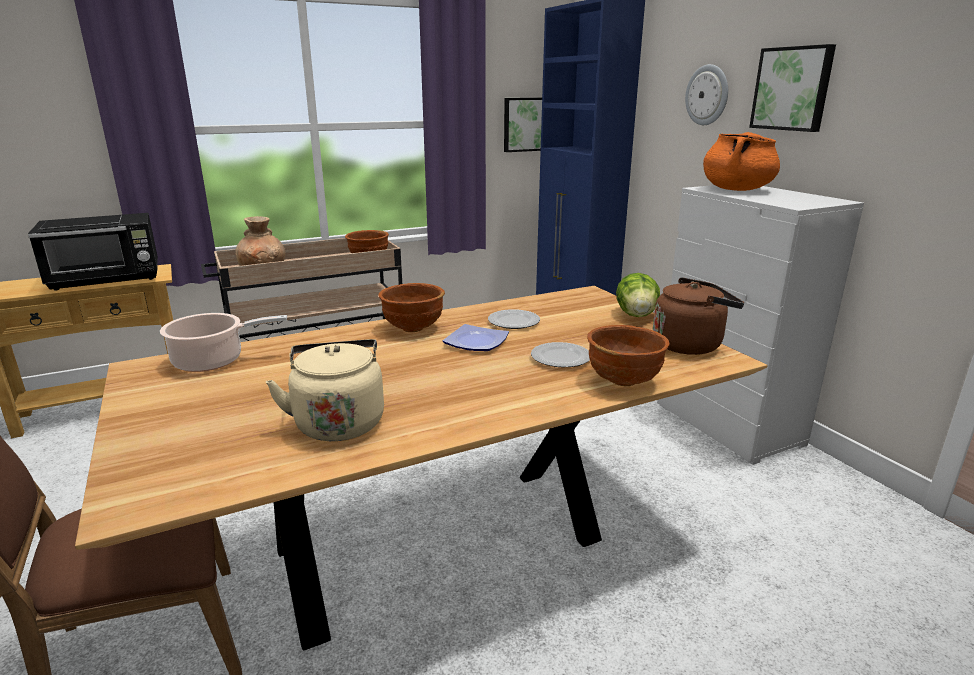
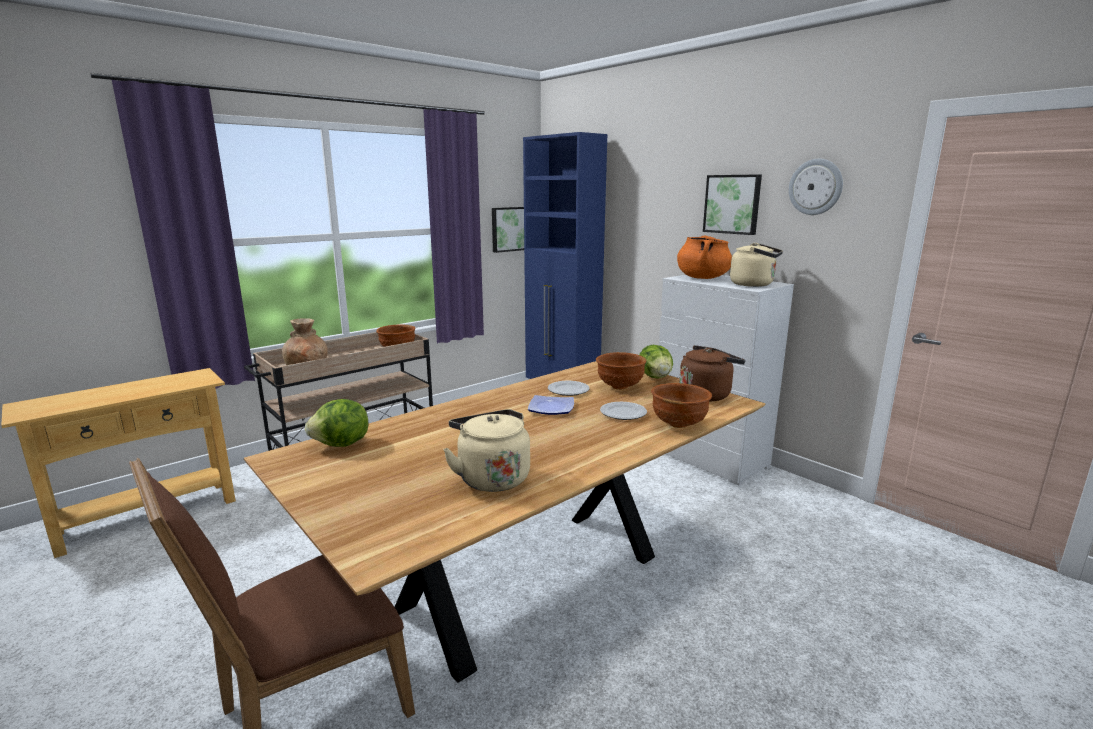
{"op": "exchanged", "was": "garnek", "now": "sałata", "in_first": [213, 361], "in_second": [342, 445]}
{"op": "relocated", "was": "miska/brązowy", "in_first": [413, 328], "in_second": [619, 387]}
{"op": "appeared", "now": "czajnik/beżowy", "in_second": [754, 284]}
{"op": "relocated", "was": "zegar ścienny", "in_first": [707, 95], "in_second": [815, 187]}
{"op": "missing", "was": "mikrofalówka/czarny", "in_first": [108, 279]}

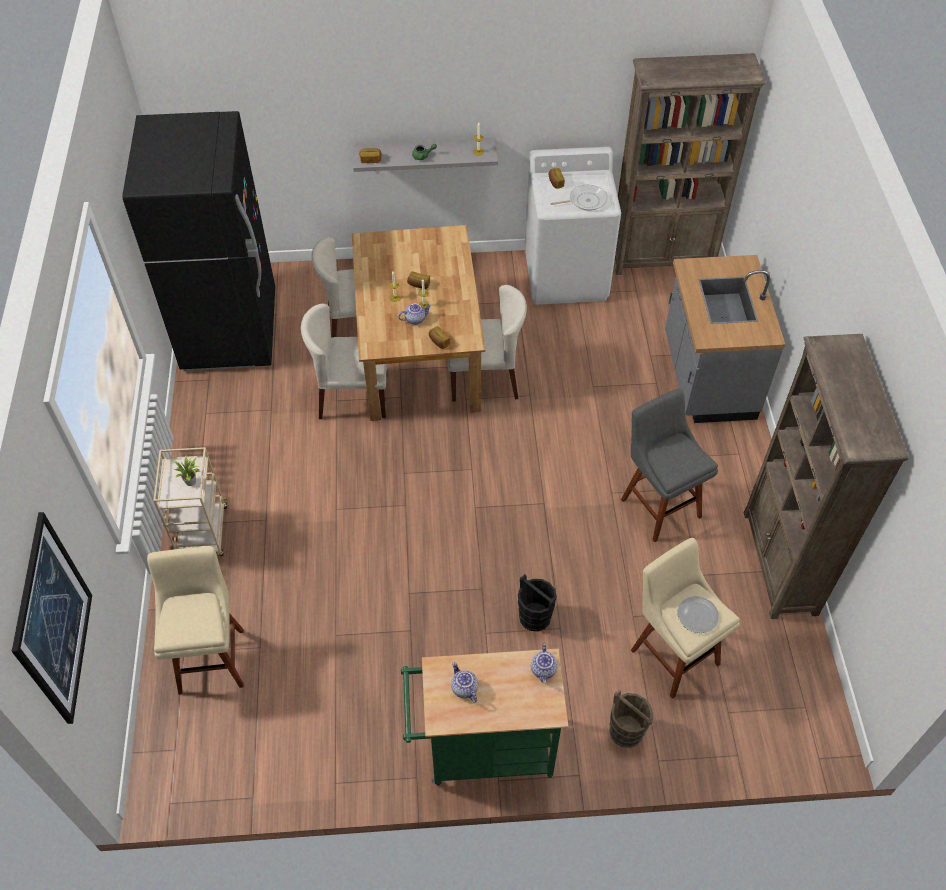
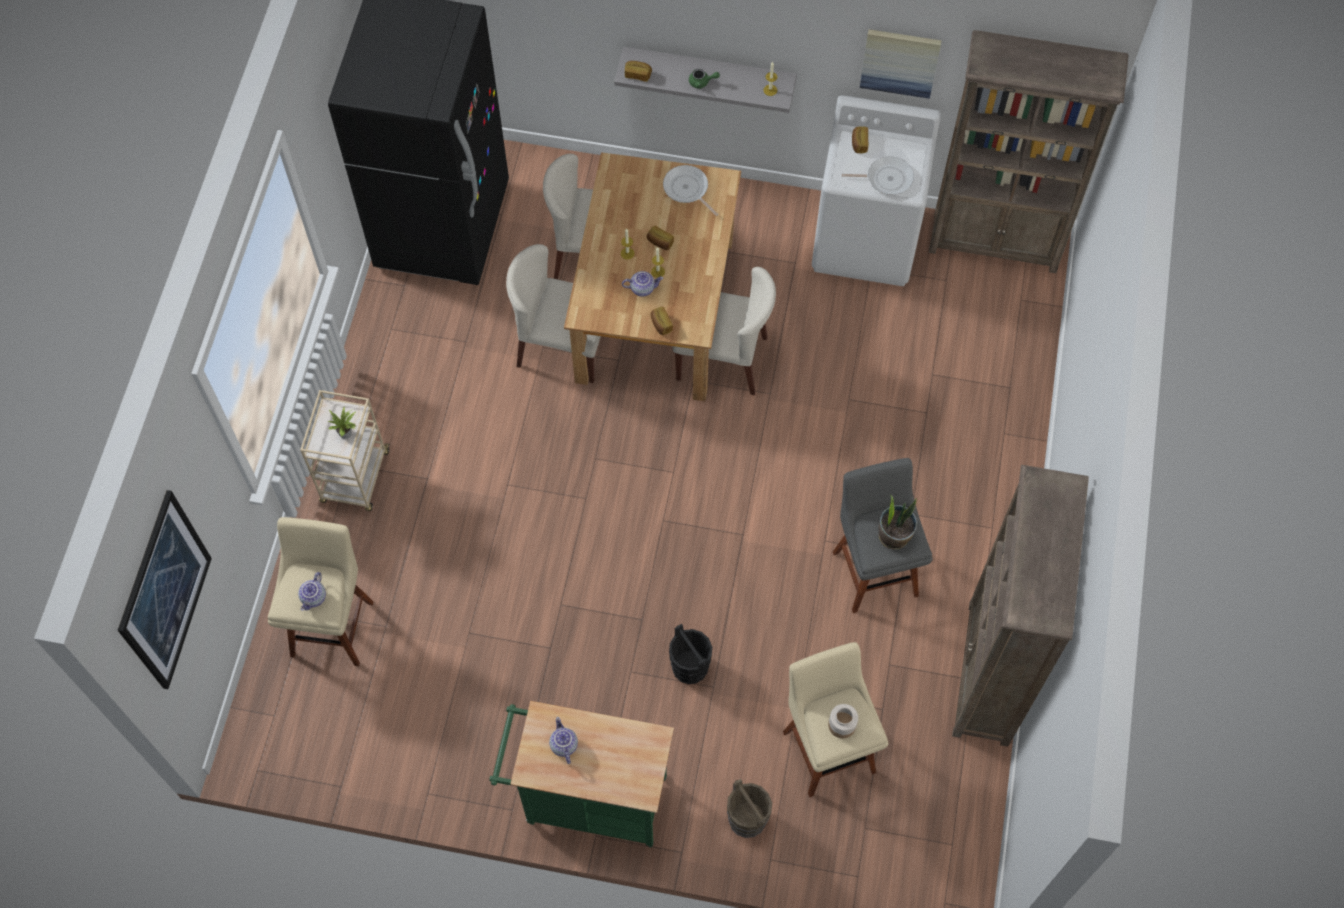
{"op": "relocated", "was": "imbryk", "in_first": [544, 670], "in_second": [314, 598]}
{"op": "appeared", "now": "patelnia", "in_second": [687, 189]}
{"op": "exchanged", "was": "talerz", "now": "słoik", "in_first": [697, 615], "in_second": [842, 724]}
{"op": "appeared", "now": "obraz", "in_second": [900, 62]}
{"op": "appeared", "now": "roślina doniczkowa", "in_second": [894, 535]}
{"op": "missing", "was": "zabudowa kuchenna/szary", "in_first": [706, 377]}

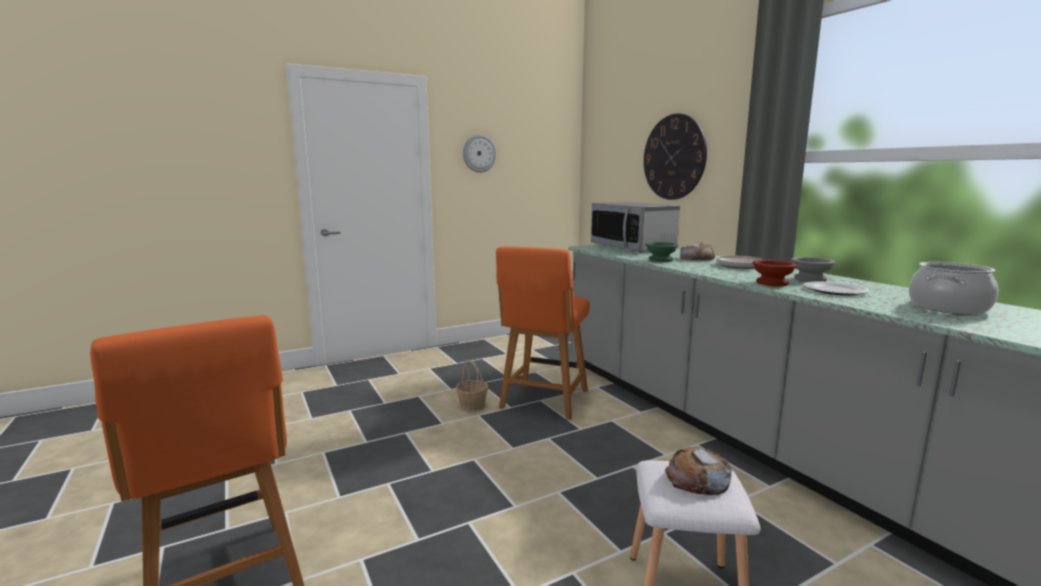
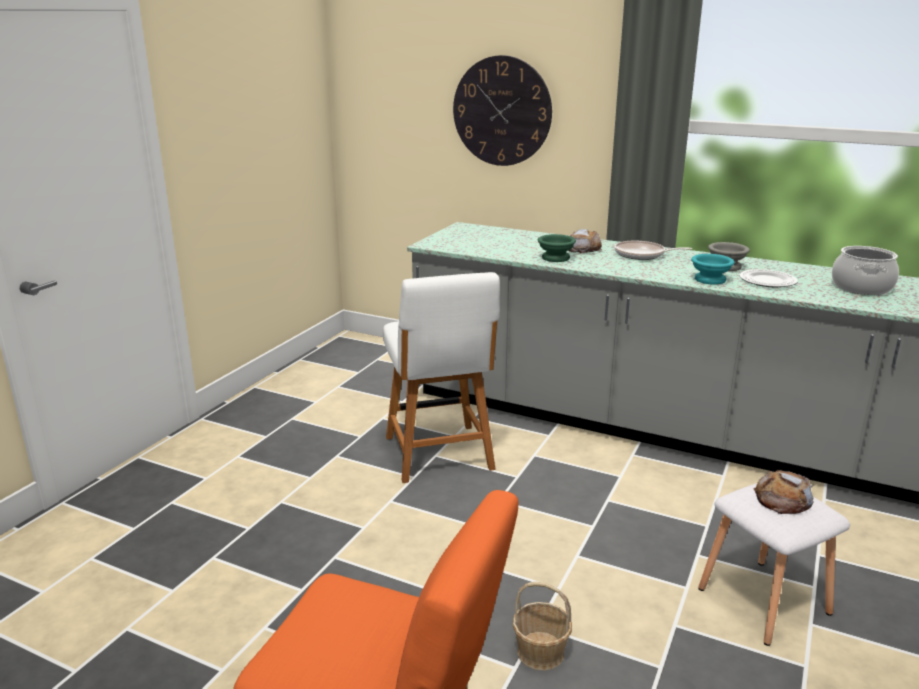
{"op": "colour", "was": "krzesło/pomarańczowy", "now": "krzesło/biały", "in_first": [543, 401], "in_second": [439, 455]}
{"op": "relocated", "was": "koszyk", "in_first": [472, 406], "in_second": [541, 652]}
{"op": "colour", "was": "miska/brązowy", "now": "miska/turkusowy", "in_first": [772, 283], "in_second": [710, 280]}
{"op": "missing", "was": "zegar ścienny", "in_first": [479, 153]}
{"op": "missing", "was": "mikrofalówka", "in_first": [632, 248]}

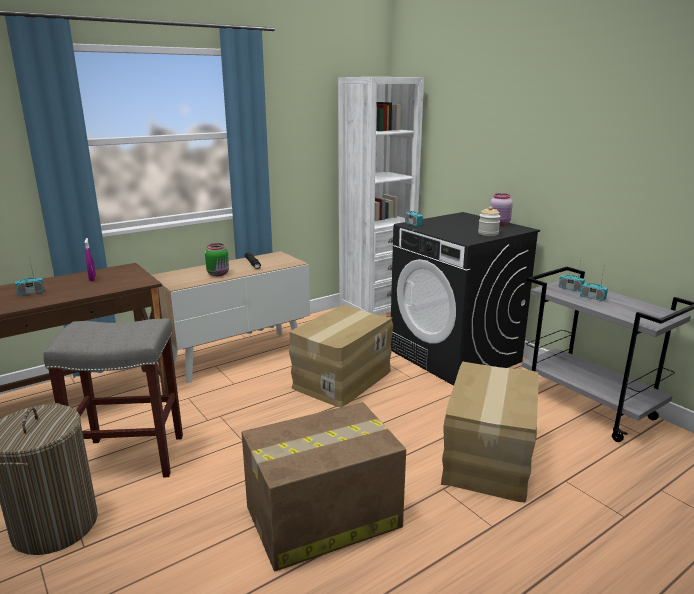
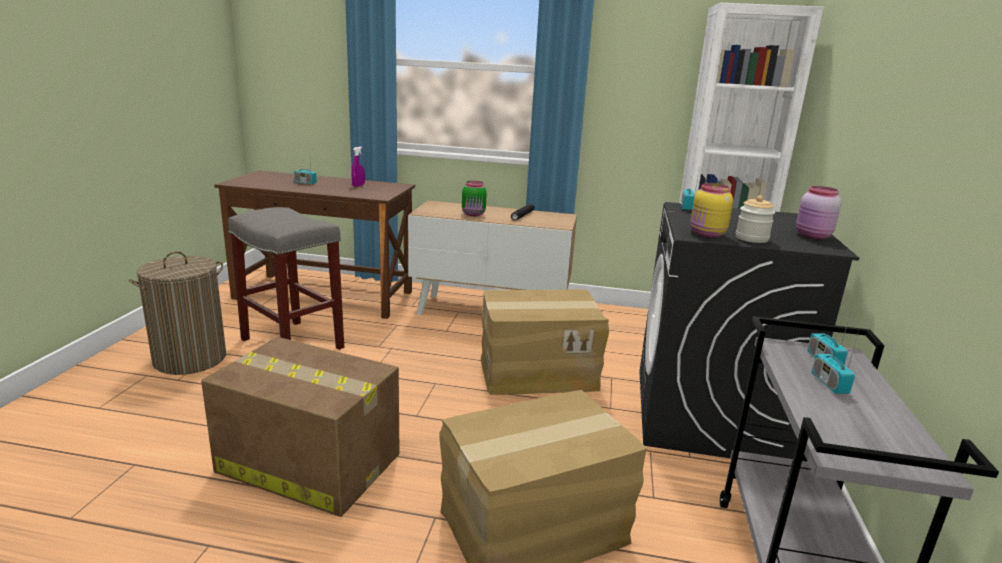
{"op": "appeared", "now": "słoik/żółty", "in_second": [707, 234]}

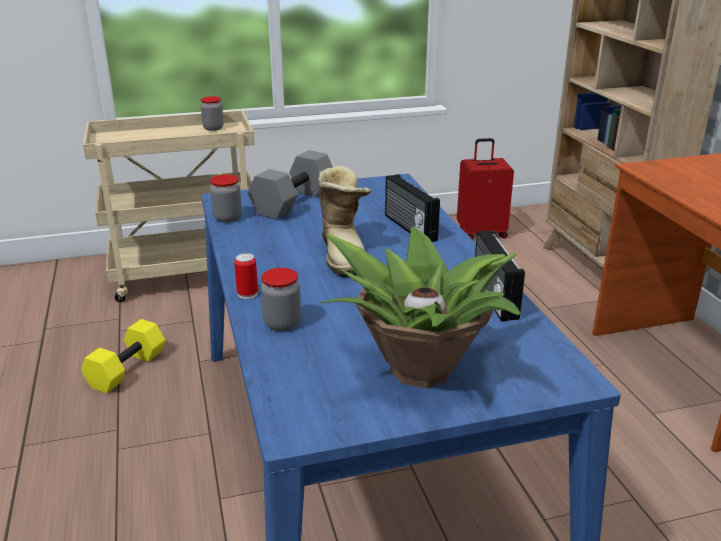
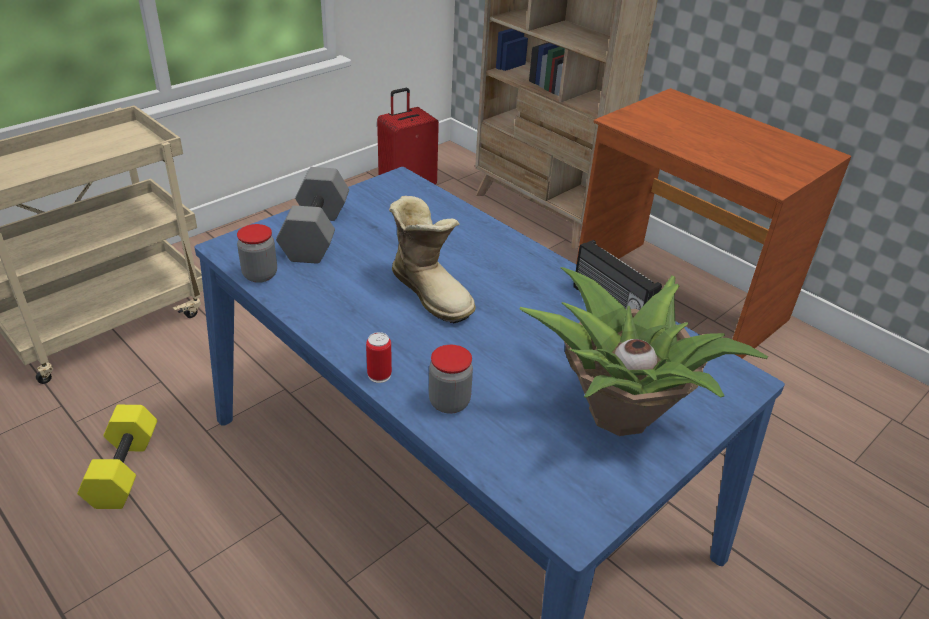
{"op": "missing", "was": "słoik", "in_first": [213, 128]}
{"op": "missing", "was": "radio", "in_first": [409, 228]}

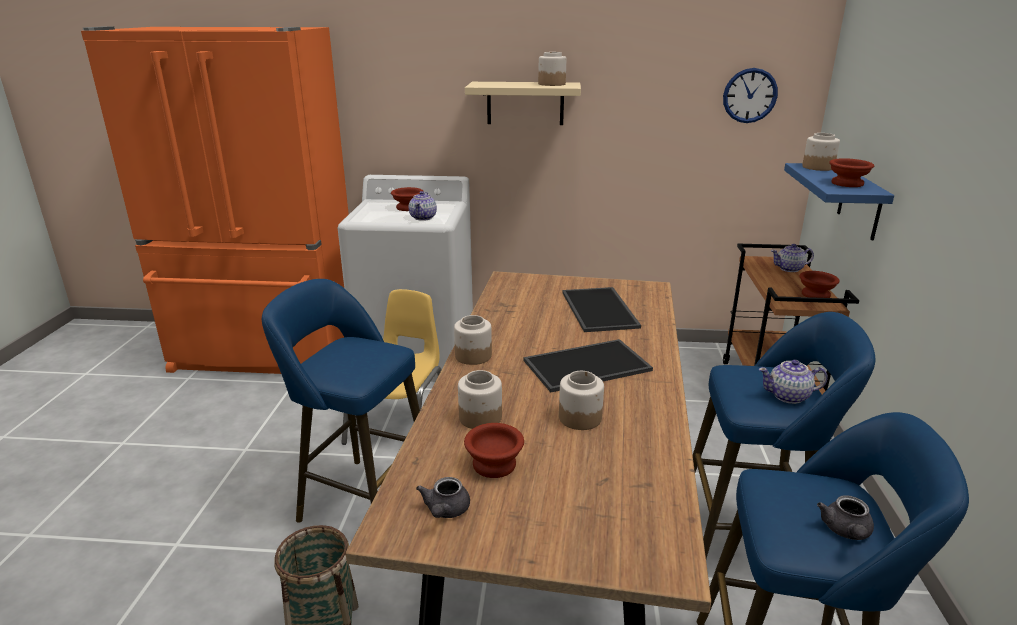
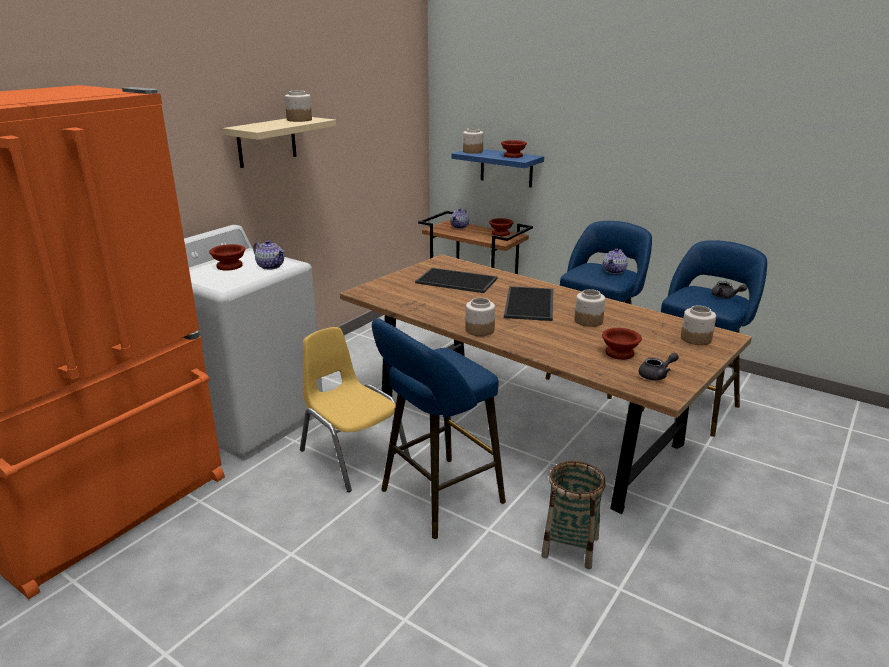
{"op": "spun", "was": "imbryk/szary", "in_first": [445, 511], "in_second": [656, 375], "clockwise": -60}
{"op": "relocated", "was": "słoik", "in_first": [479, 417], "in_second": [695, 339]}
{"op": "missing", "was": "zegar ścienny", "in_first": [750, 95]}

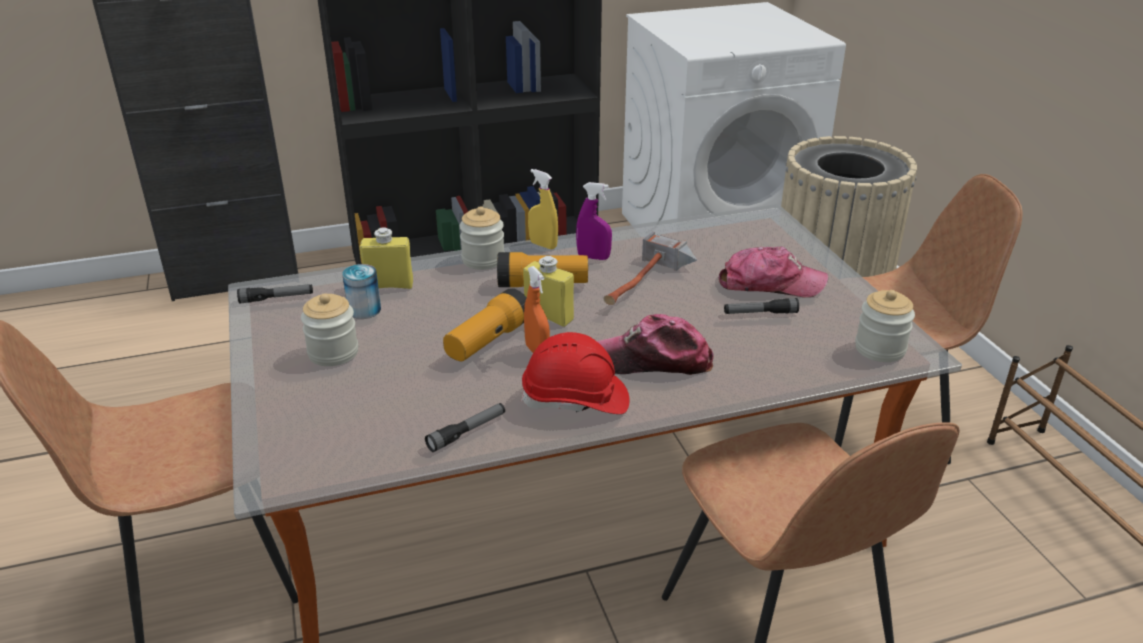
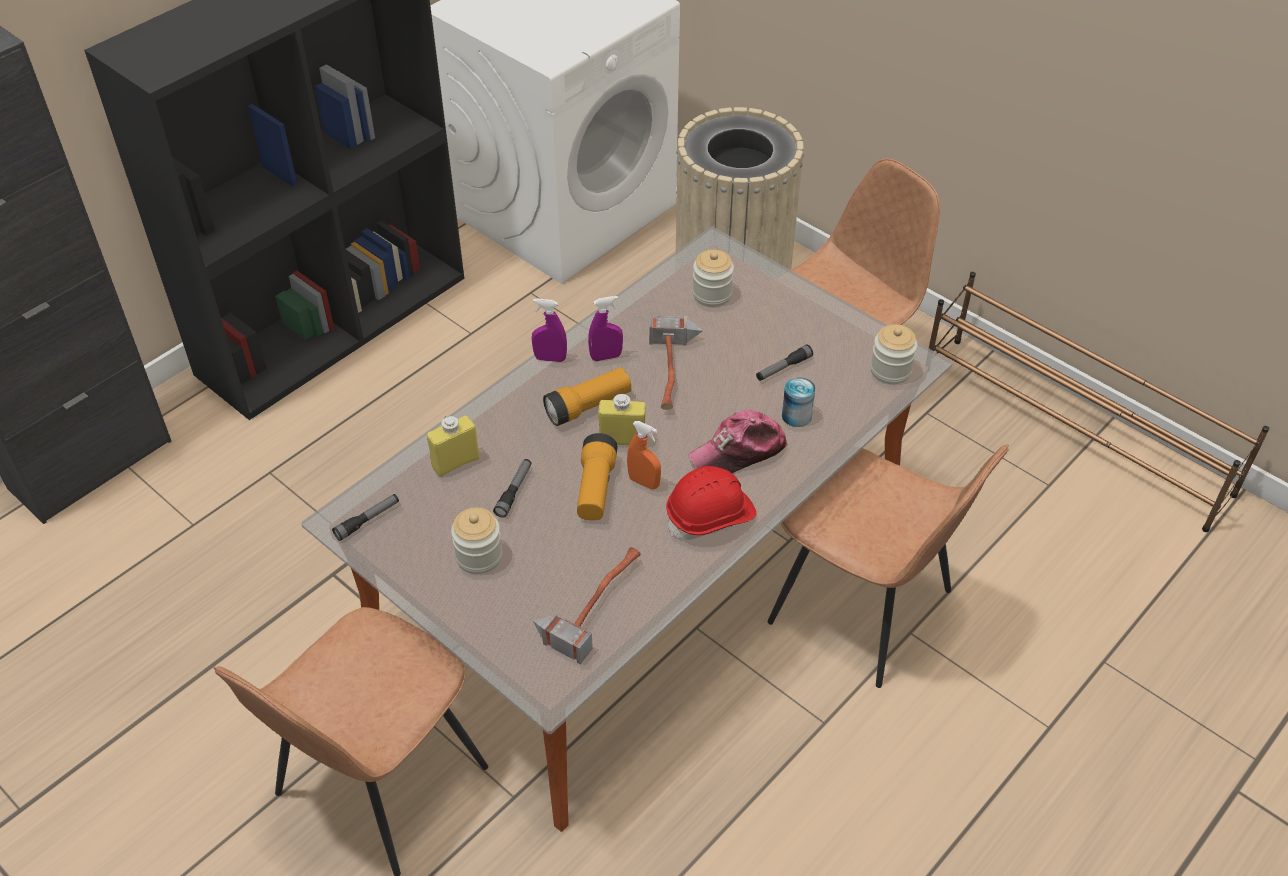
{"op": "relocated", "was": "latarka", "in_first": [467, 432], "in_second": [514, 491]}
{"op": "colour", "was": "spryskiwacz/żółty", "now": "spryskiwacz/fioletowy", "in_first": [543, 245], "in_second": [550, 358]}
{"op": "appeared", "now": "młotek", "in_second": [592, 601]}
{"op": "relocated", "was": "słoik", "in_first": [483, 260], "in_second": [712, 294]}
{"op": "relocated", "was": "puszka", "in_first": [364, 310], "in_second": [796, 416]}
{"op": "missing", "was": "czapka z daszkiem", "in_first": [770, 284]}

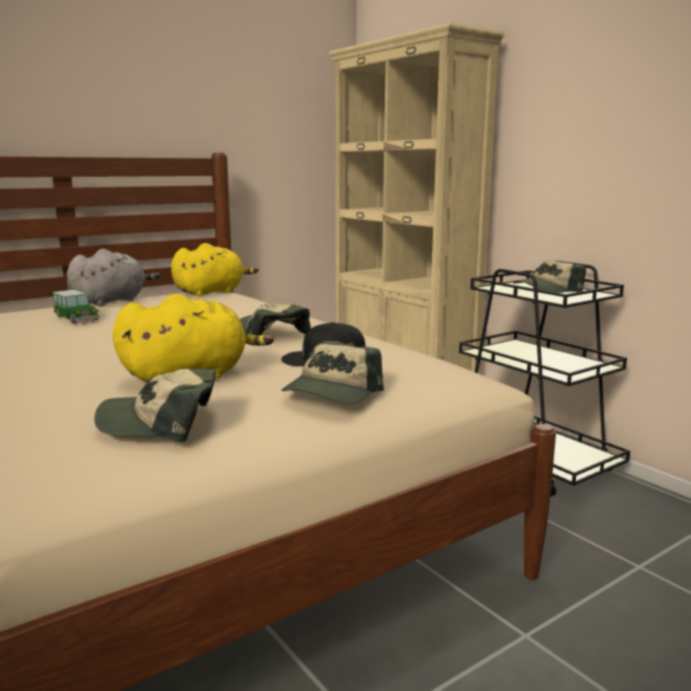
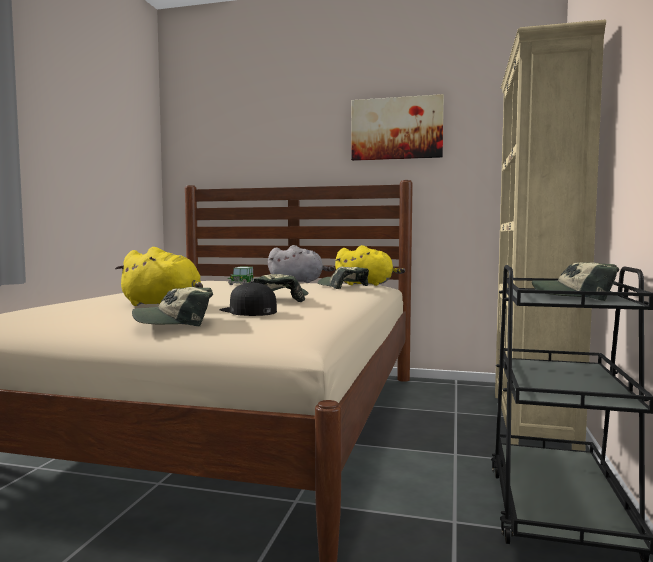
{"op": "relocated", "was": "czapka z daszkiem", "in_first": [160, 423], "in_second": [342, 286]}
{"op": "appeared", "now": "obraz", "in_second": [396, 129]}

